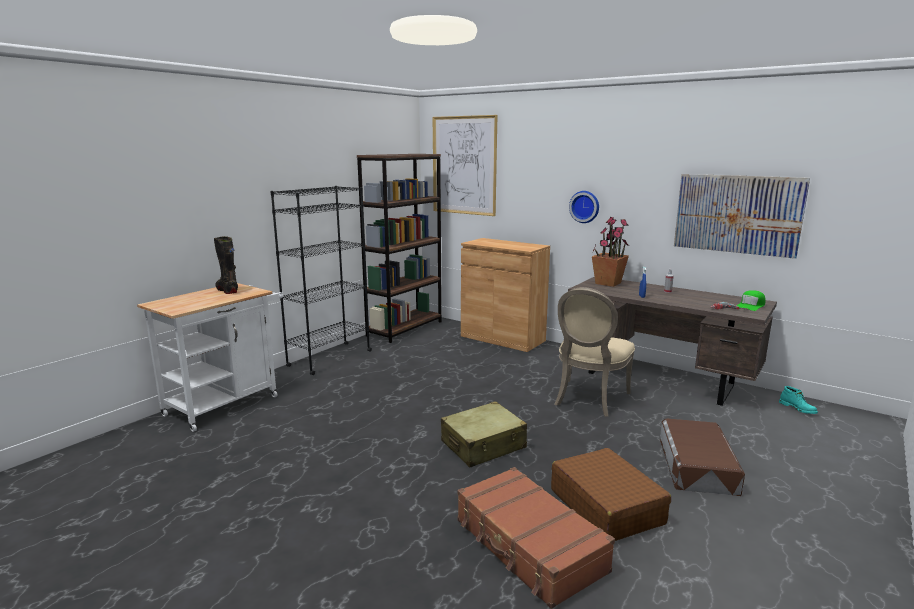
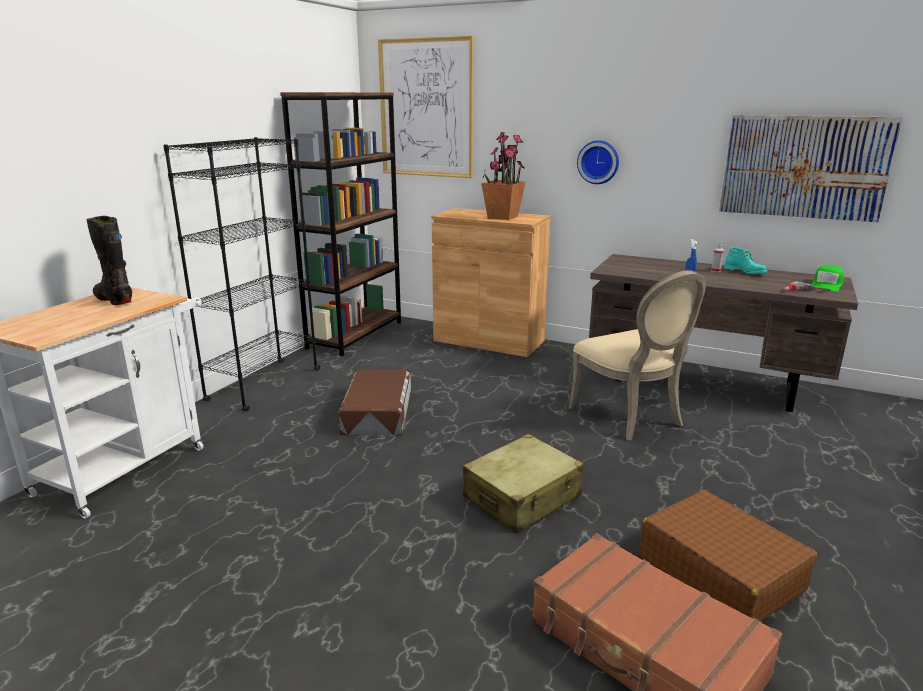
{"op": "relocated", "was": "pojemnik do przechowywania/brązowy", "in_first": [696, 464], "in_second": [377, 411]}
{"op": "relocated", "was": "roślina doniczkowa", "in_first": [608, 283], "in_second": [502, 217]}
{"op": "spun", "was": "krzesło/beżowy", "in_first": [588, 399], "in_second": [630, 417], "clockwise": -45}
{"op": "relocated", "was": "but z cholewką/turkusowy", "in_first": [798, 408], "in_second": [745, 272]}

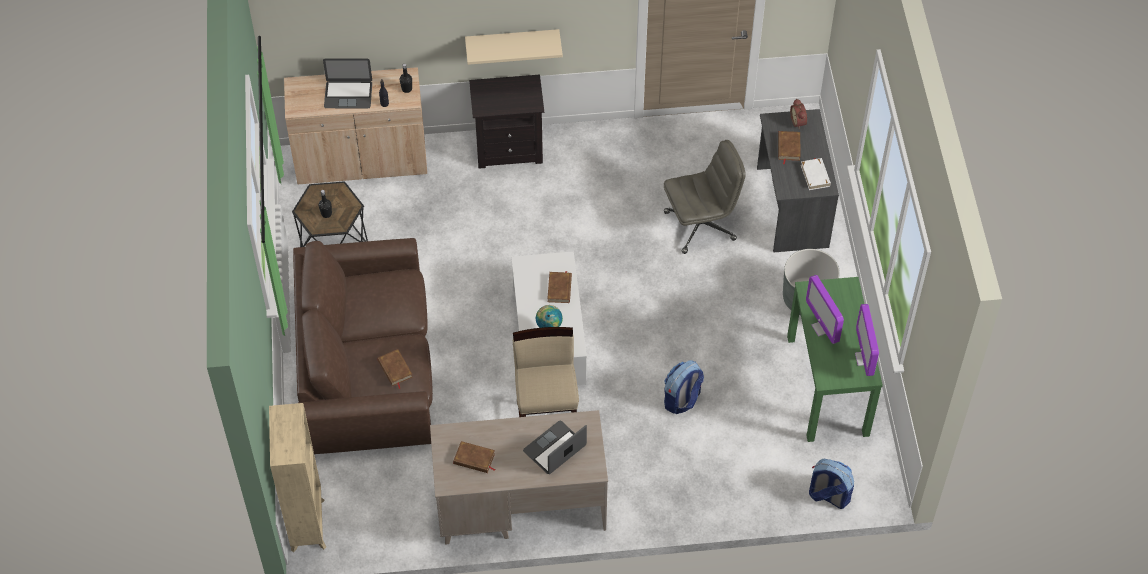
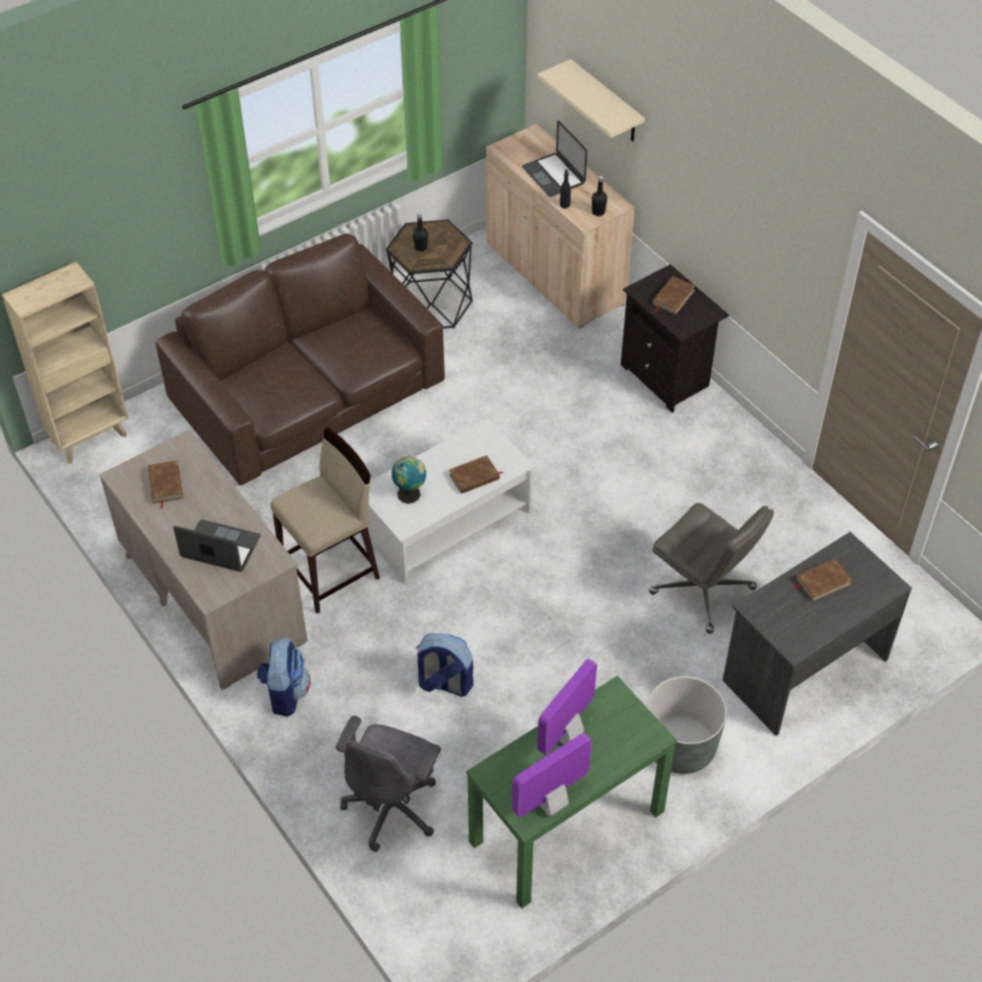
{"op": "relocated", "was": "plecak", "in_first": [828, 496], "in_second": [285, 693]}
{"op": "appeared", "now": "krzesło biurowe/szary", "in_second": [393, 807]}
{"op": "relocated", "was": "półka/beżowy", "in_first": [512, 42], "in_second": [606, 102]}
{"op": "relocated", "was": "książka/brązowy", "in_first": [395, 369], "in_second": [673, 297]}
{"op": "missing", "was": "budzik", "in_first": [799, 121]}
{"op": "missing", "was": "książka/biały", "in_first": [815, 175]}

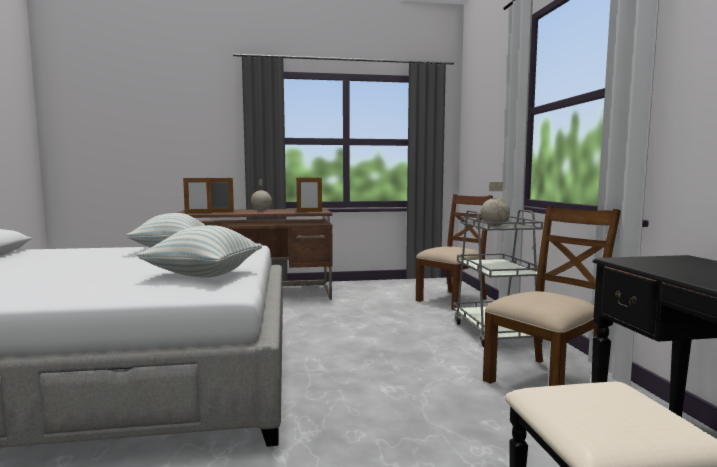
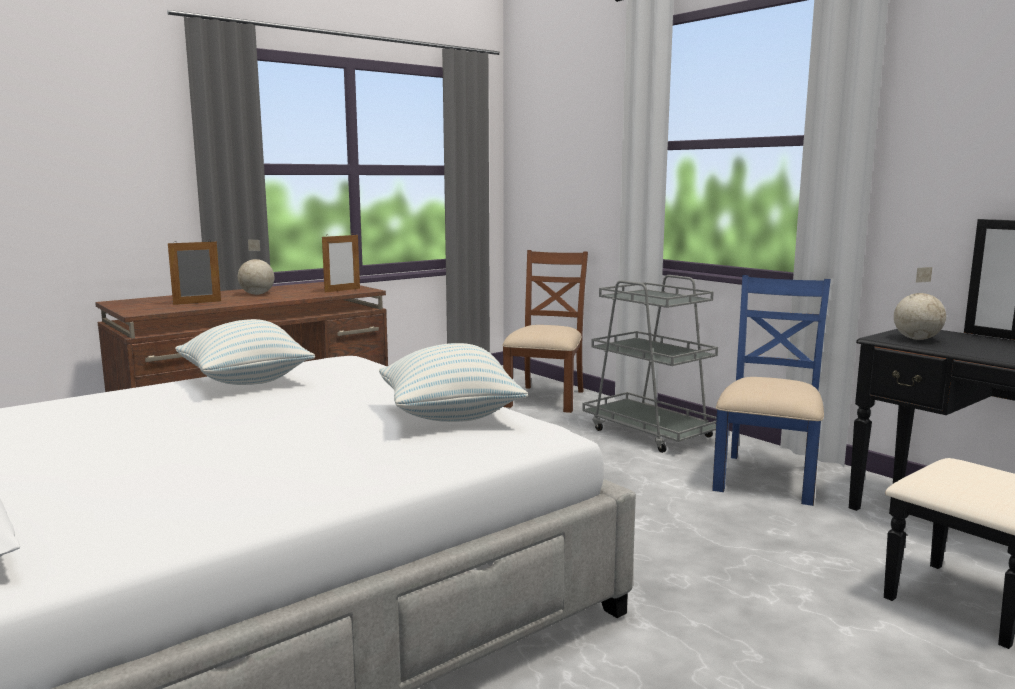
{"op": "colour", "was": "krzesło/brązowy", "now": "krzesło/niebieski", "in_first": [546, 381], "in_second": [767, 478]}
{"op": "relocated", "was": "globus", "in_first": [494, 226], "in_second": [916, 339]}
{"op": "missing", "was": "ramka na zdjęcie", "in_first": [198, 213]}

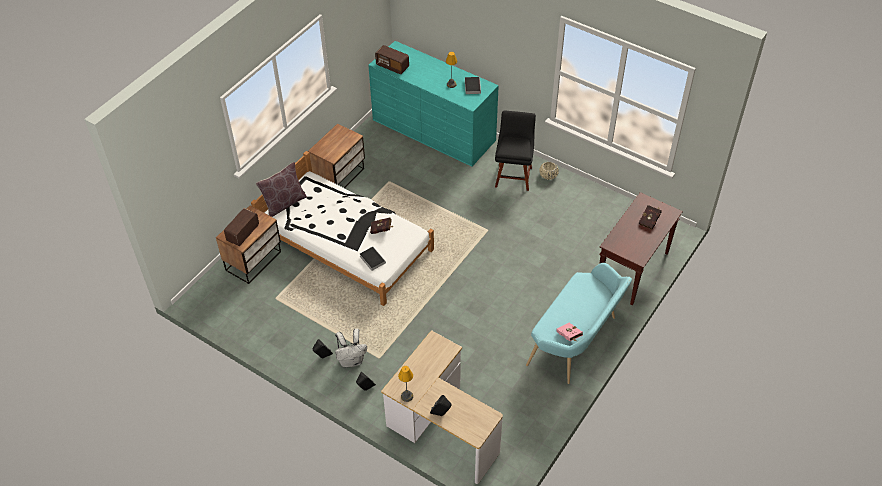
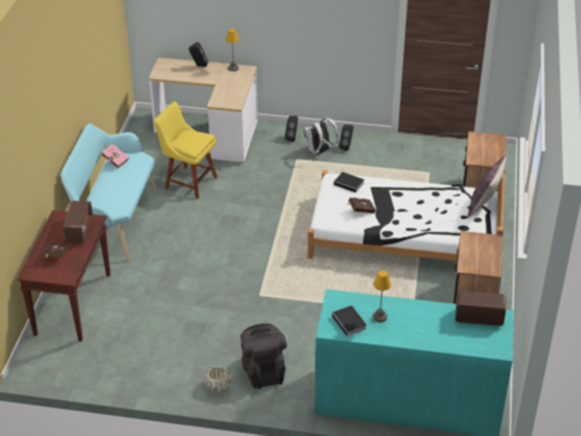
{"op": "relocated", "was": "radio", "in_first": [243, 233], "in_second": [79, 230]}
{"op": "appeared", "now": "krzesło/żółty", "in_second": [188, 182]}
{"op": "exchanged", "was": "krzesło/czarny", "now": "plecak/czarny", "in_first": [513, 175], "in_second": [263, 371]}

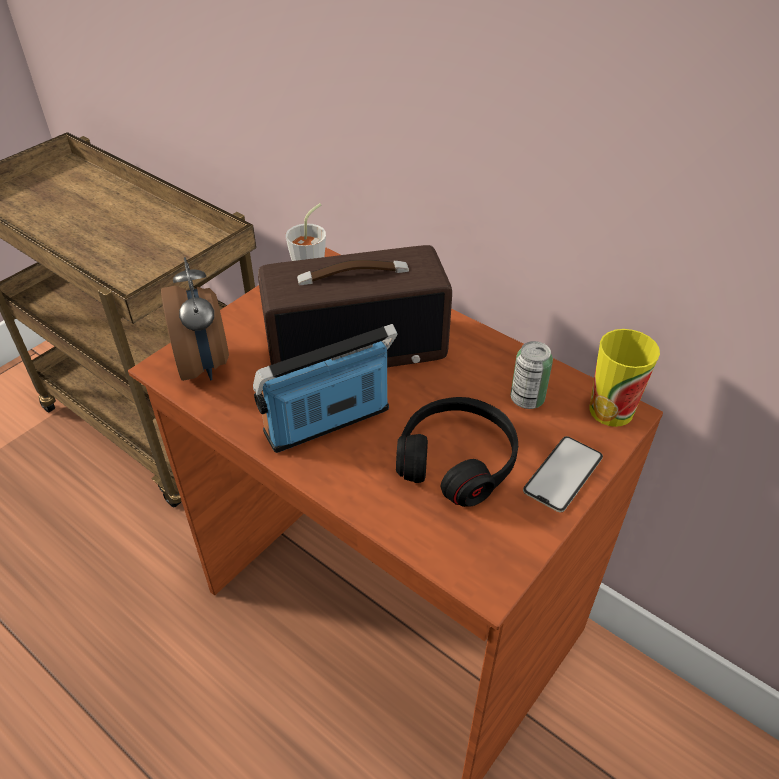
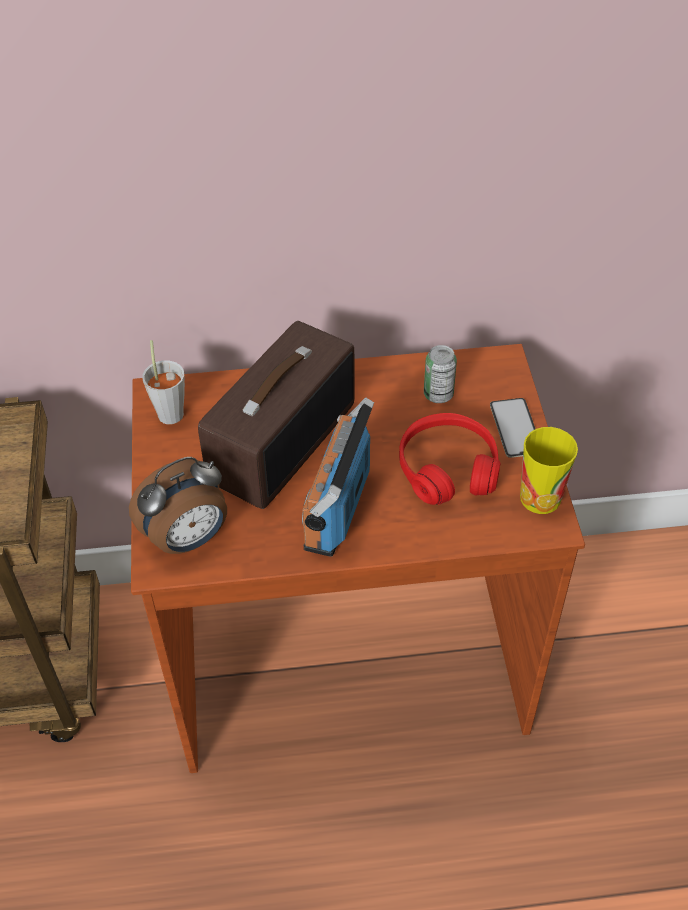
{"op": "spun", "was": "budzik", "in_first": [205, 364], "in_second": [188, 539], "clockwise": 120}
{"op": "colour", "was": "słuchawki/czarny", "now": "słuchawki/czerwony", "in_first": [457, 460], "in_second": [447, 468]}
{"op": "relocated", "was": "filiżanka", "in_first": [611, 410], "in_second": [540, 498]}

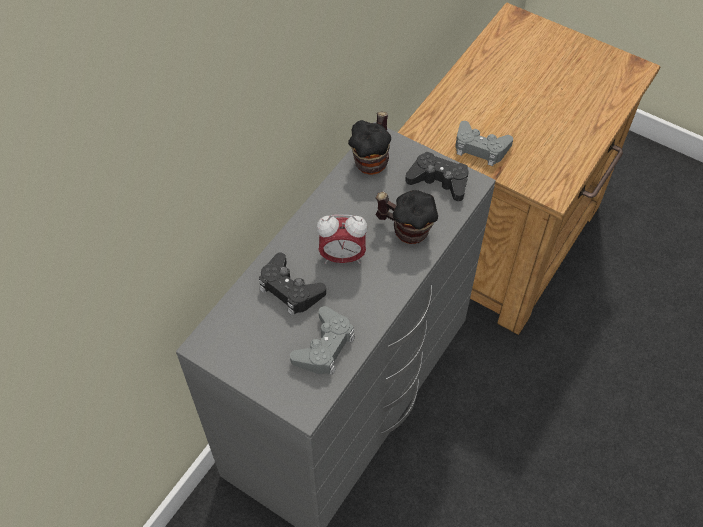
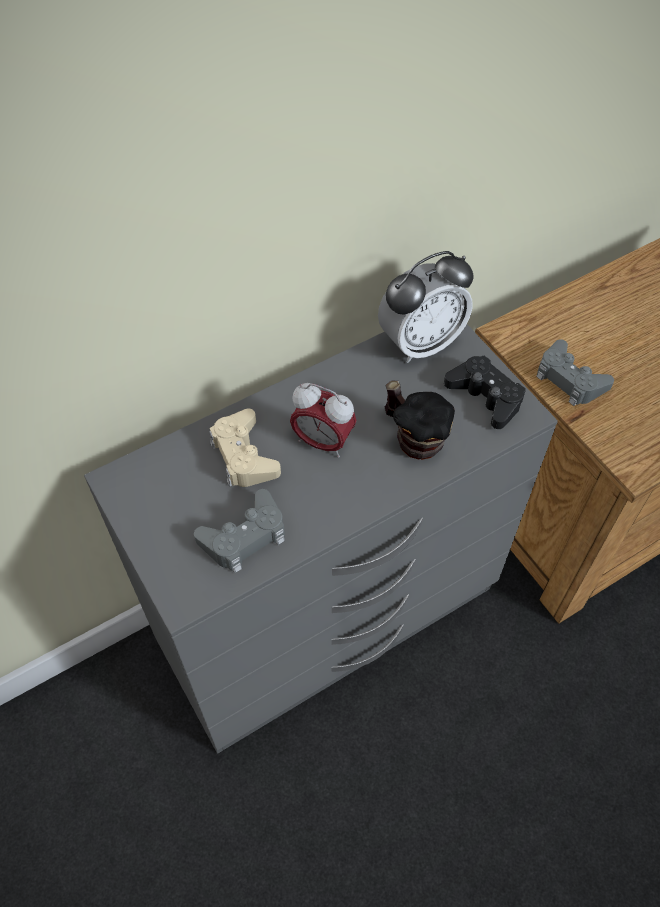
{"op": "colour", "was": "pad do gier/czarny", "now": "pad do gier/beżowy", "in_first": [290, 289], "in_second": [243, 455]}
{"op": "exchanged", "was": "kubek", "now": "budzik", "in_first": [373, 159], "in_second": [420, 343]}

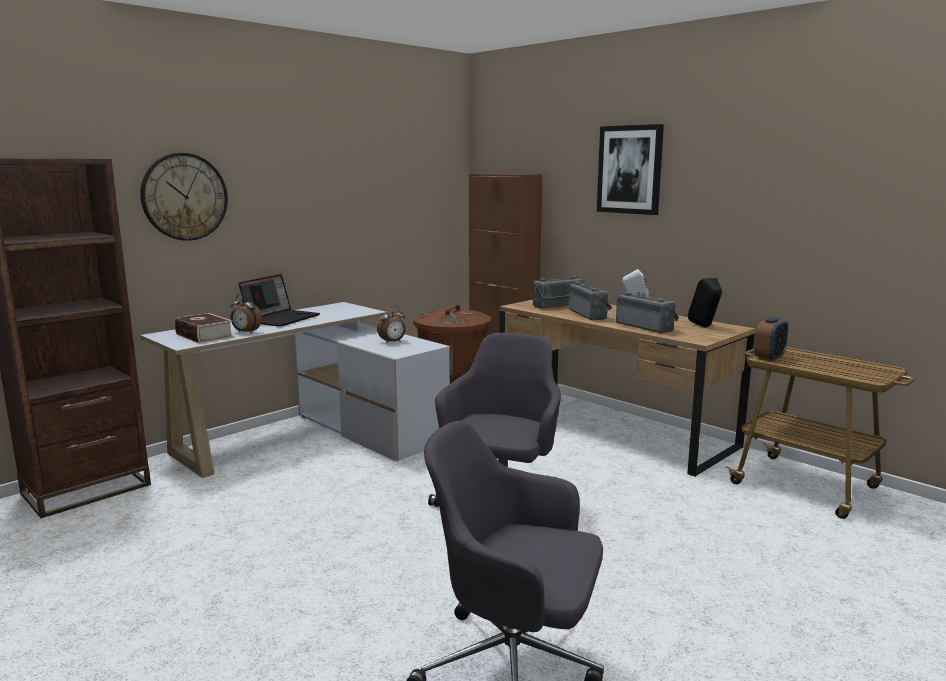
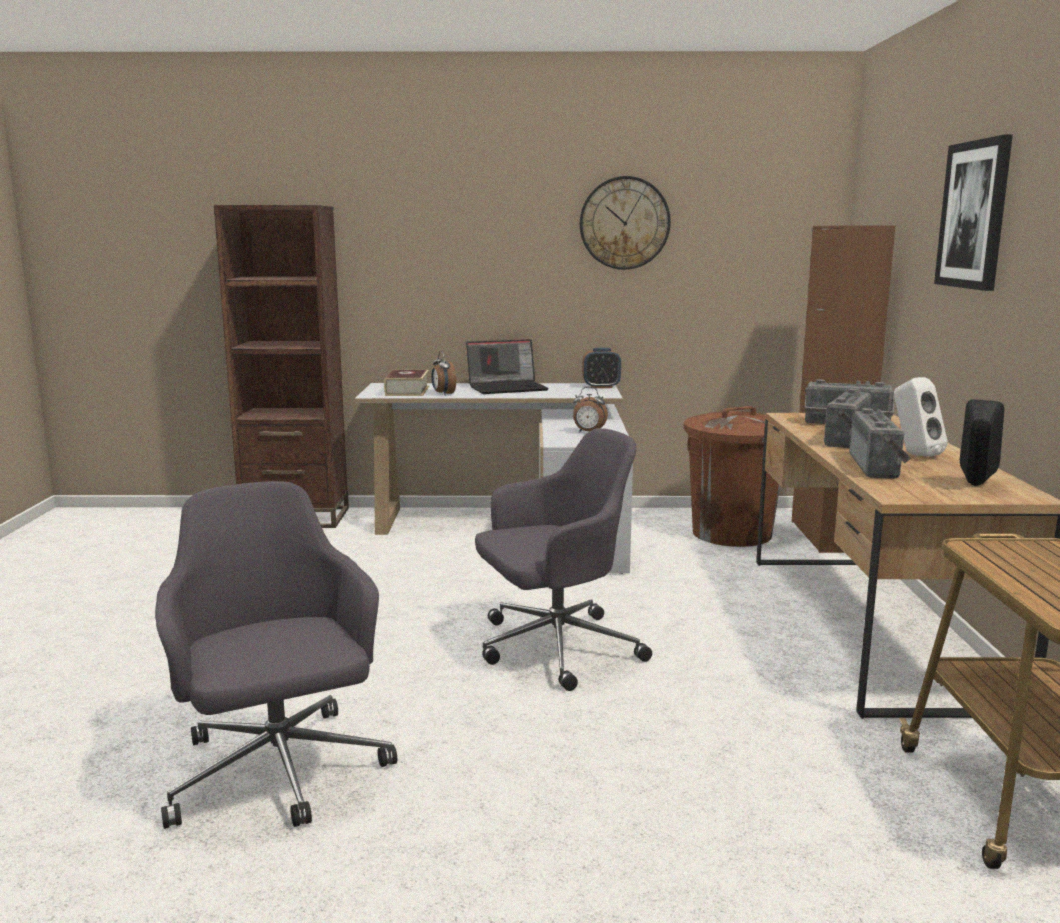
{"op": "relocated", "was": "zegar ścienny", "in_first": [184, 197], "in_second": [624, 223]}
{"op": "relocated", "was": "budzik", "in_first": [769, 358], "in_second": [601, 387]}

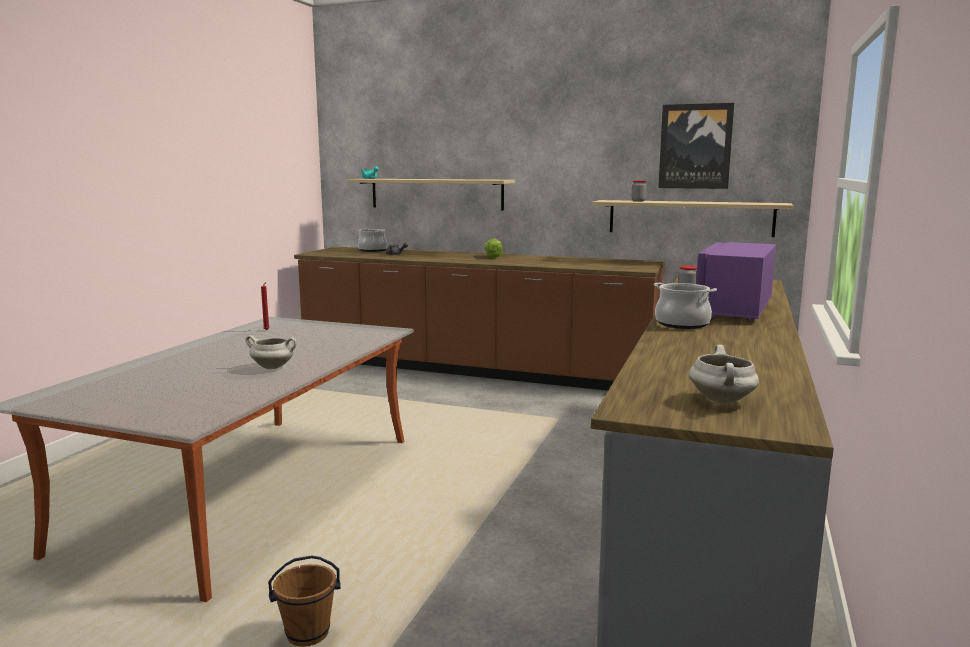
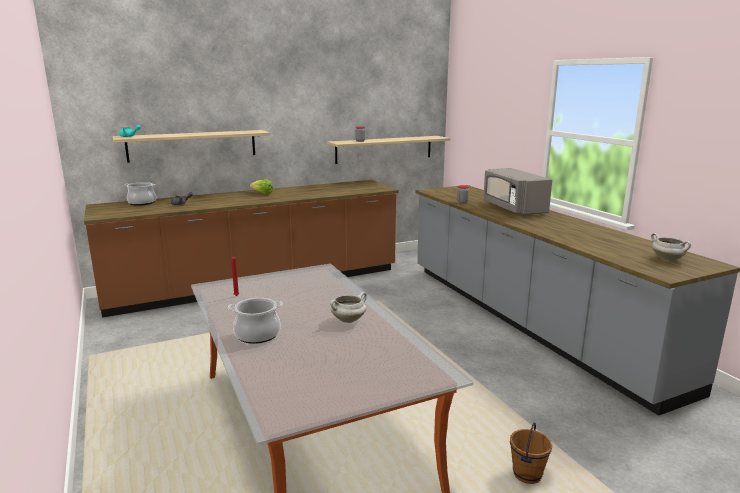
{"op": "relocated", "was": "garnek", "in_first": [682, 324], "in_second": [257, 335]}
{"op": "colour", "was": "mikrofalówka/fioletowy", "now": "mikrofalówka/szary", "in_first": [734, 309], "in_second": [513, 208]}
{"op": "missing", "was": "obraz", "in_first": [695, 146]}

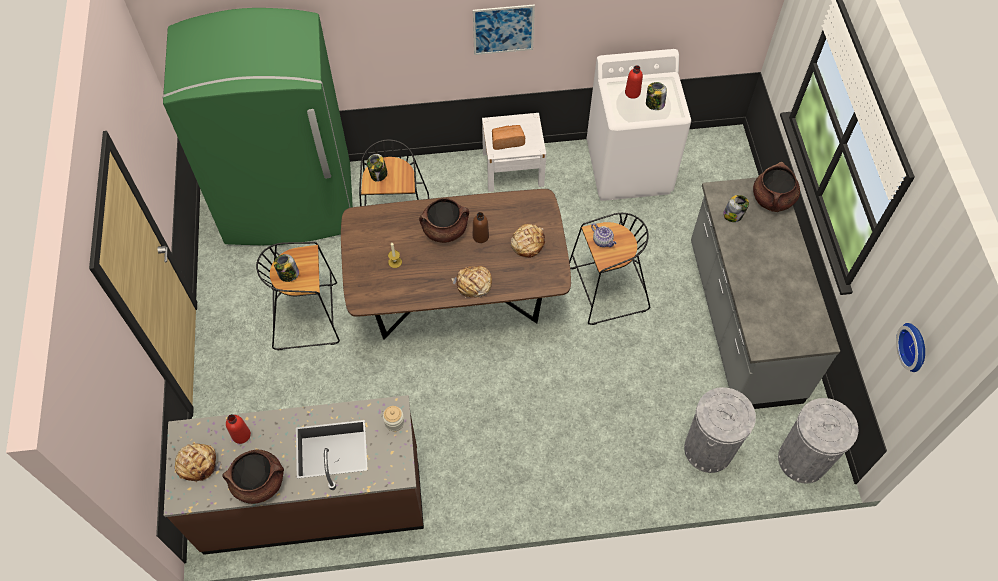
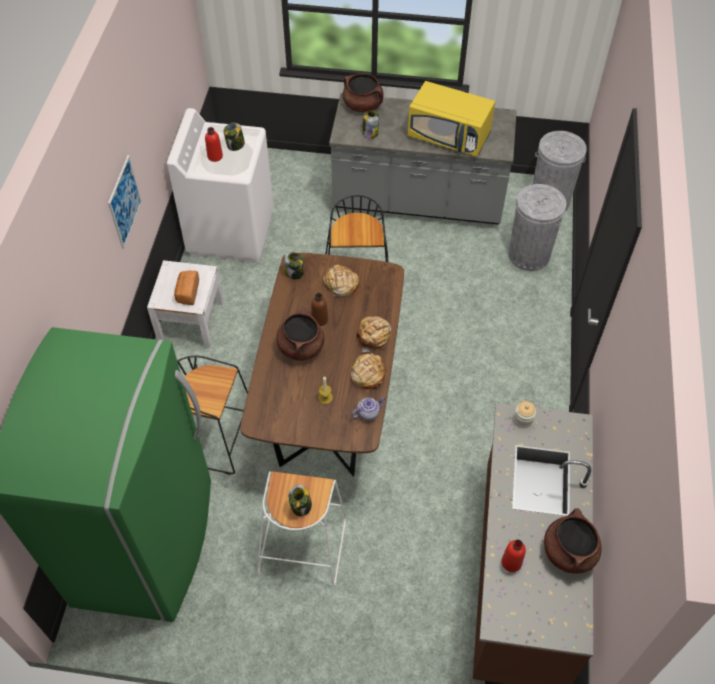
{"op": "colour", "was": "stołek/czarny", "now": "stołek/biały", "in_first": [308, 315], "in_second": [301, 545]}
{"op": "relocated", "was": "słoik", "in_first": [378, 174], "in_second": [295, 272]}
{"op": "relocated", "was": "chleb", "in_first": [198, 463], "in_second": [368, 374]}
{"op": "relocated", "was": "imbryk", "in_first": [603, 241], "in_second": [368, 413]}
{"op": "appeared", "now": "mikrofalówka/żółty", "in_second": [449, 136]}
{"op": "missing", "was": "zegar ścienny", "in_first": [915, 347]}

